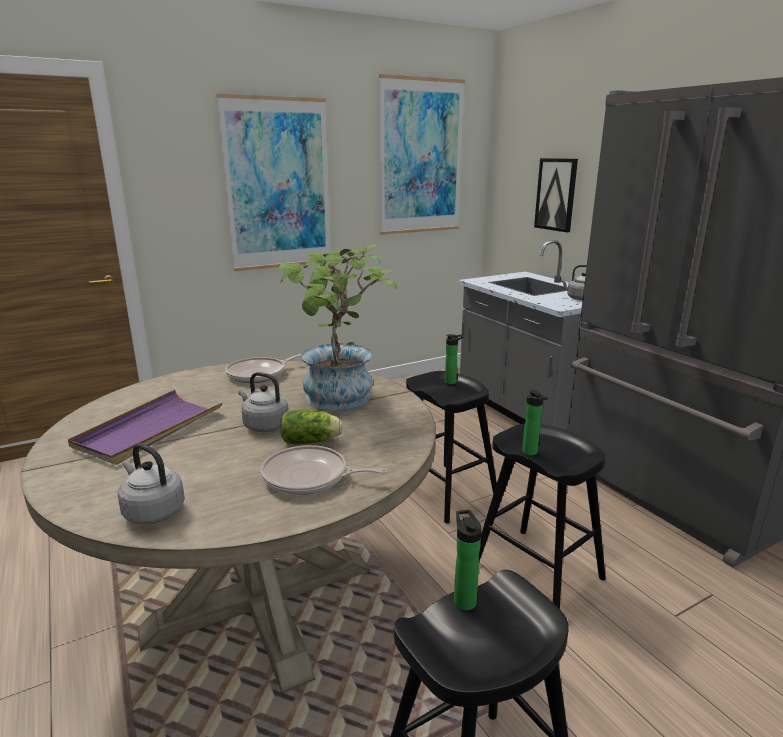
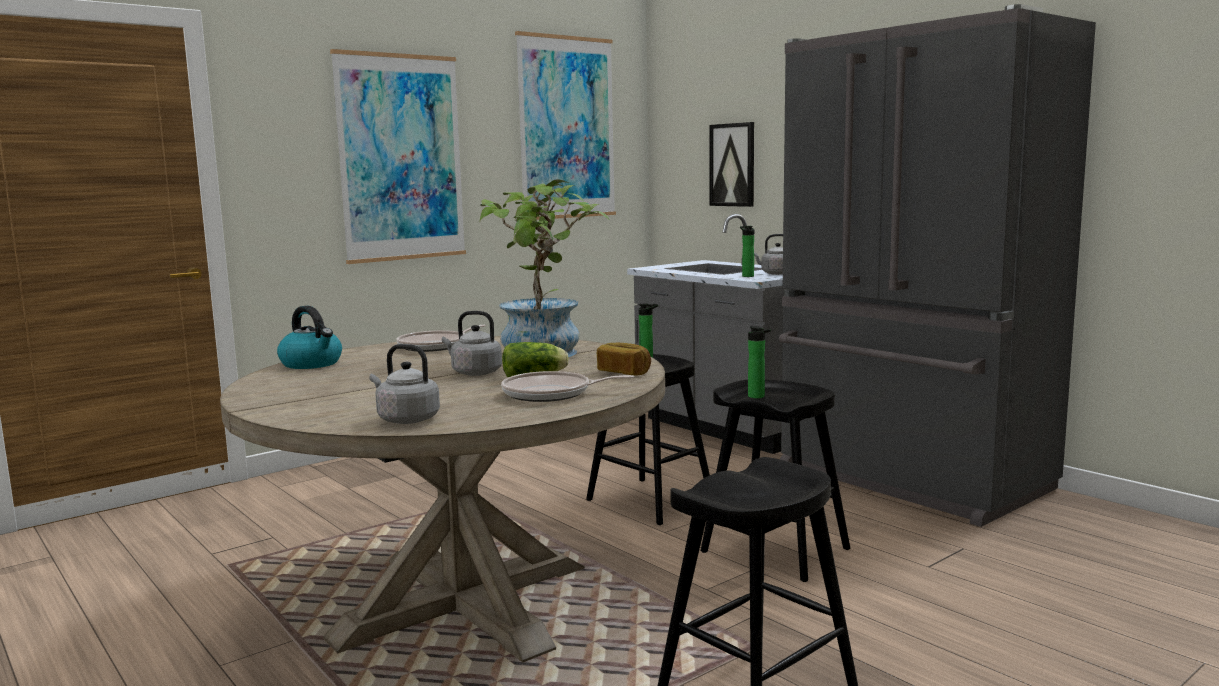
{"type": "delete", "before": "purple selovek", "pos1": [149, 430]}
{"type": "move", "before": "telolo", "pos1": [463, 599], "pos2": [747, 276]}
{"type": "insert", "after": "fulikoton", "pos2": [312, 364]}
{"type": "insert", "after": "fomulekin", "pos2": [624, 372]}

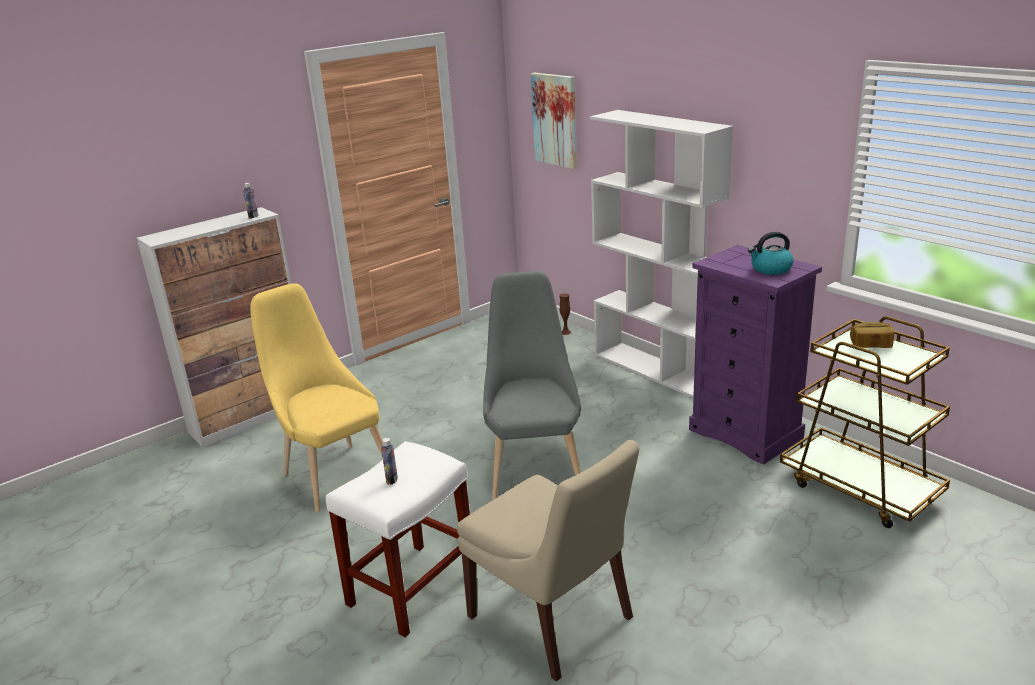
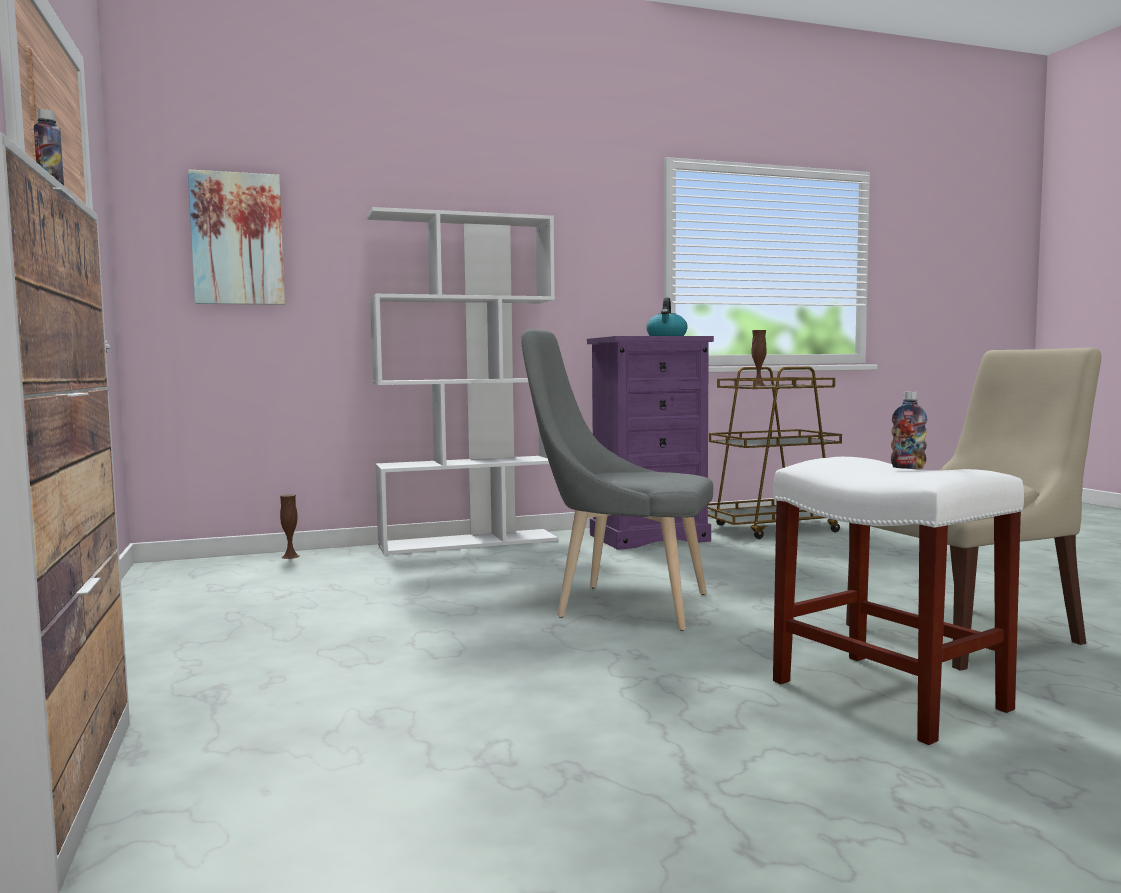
{"type": "delete", "before": "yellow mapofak", "pos1": [333, 473]}
{"type": "replace", "before": "fomulekin", "after": "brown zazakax", "pos1": [871, 345], "pos2": [758, 386]}

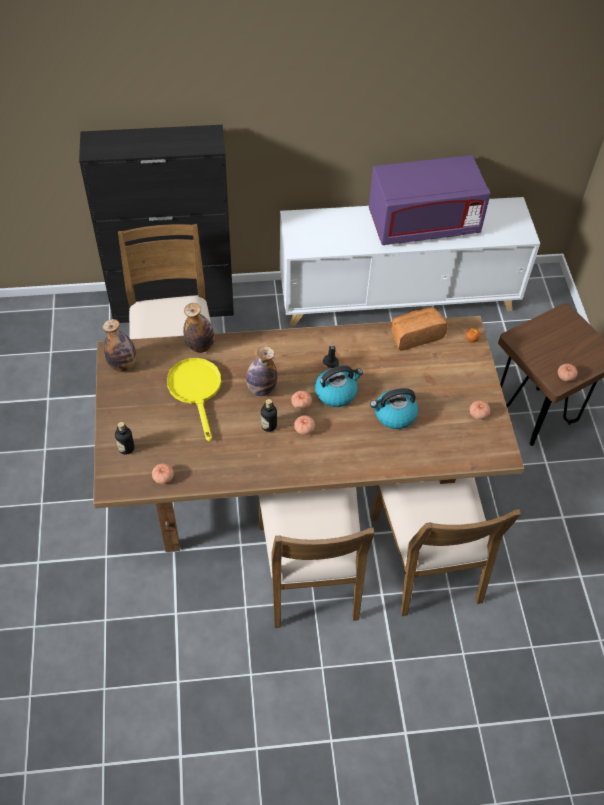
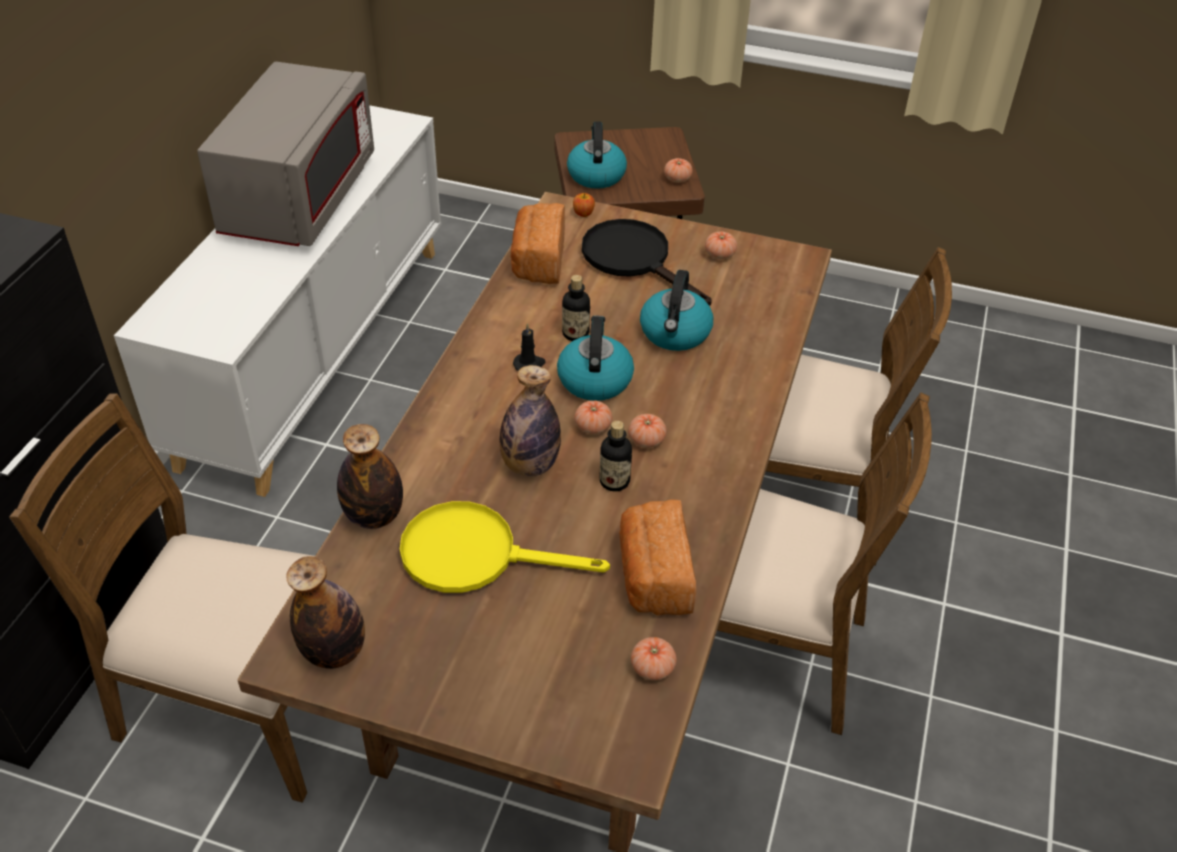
{"type": "recolor", "before": "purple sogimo", "after": "grey sogimo", "pos1": [423, 224], "pos2": [300, 198]}
{"type": "move", "before": "telolo", "pos1": [126, 448], "pos2": [575, 334]}
{"type": "insert", "after": "fulikoton", "pos2": [596, 175]}
{"type": "insert", "after": "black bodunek", "pos2": [635, 260]}
{"type": "insert", "after": "fomulekin", "pos2": [653, 576]}

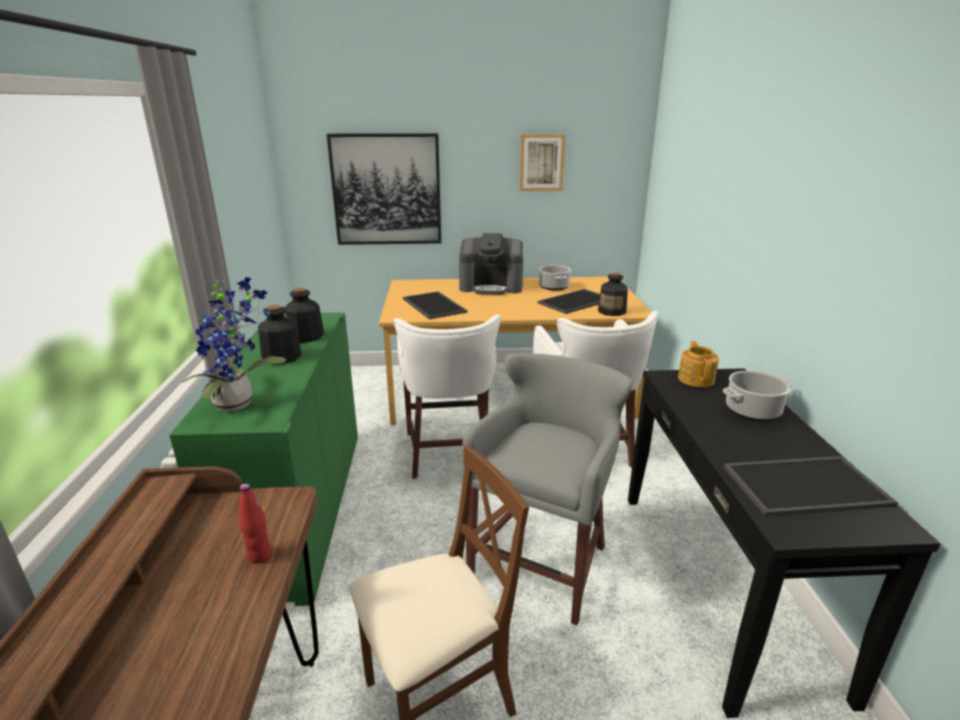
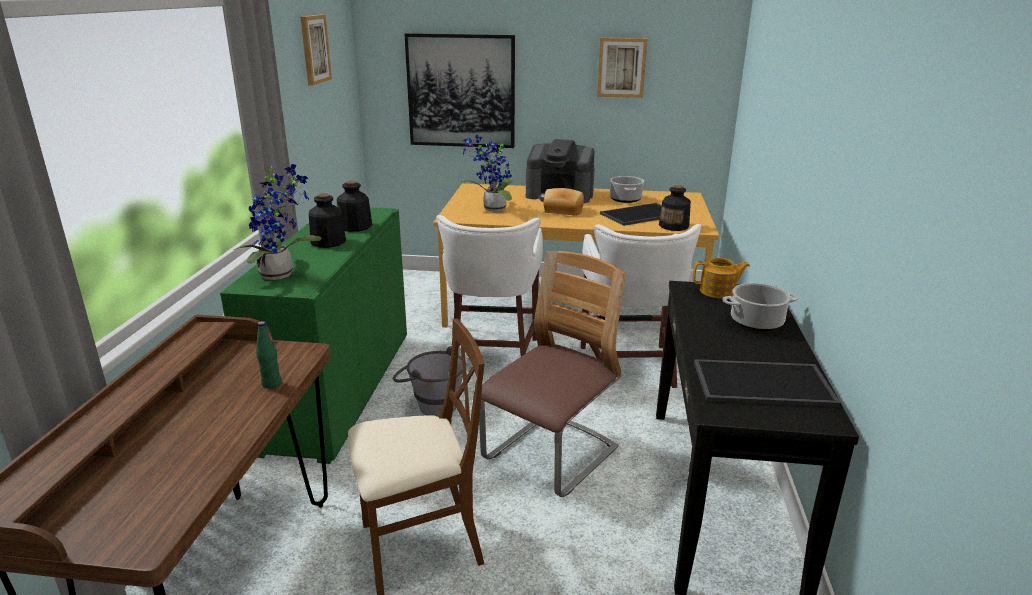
{"type": "replace", "before": "selovek", "after": "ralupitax", "pos1": [432, 305], "pos2": [492, 209]}
{"type": "rotate", "before": "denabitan", "pos1": [696, 379], "pos2": [718, 291], "turn": 75}
{"type": "replace", "before": "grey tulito", "after": "mapofak", "pos1": [543, 561], "pos2": [550, 456]}
{"type": "recolor", "before": "red telolo", "after": "green telolo", "pos1": [259, 555], "pos2": [271, 384]}
{"type": "insert", "after": "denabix", "pos2": [314, 49]}
{"type": "insert", "after": "fomulekin", "pos2": [563, 211]}
{"type": "insert", "after": "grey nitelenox", "pos2": [431, 404]}

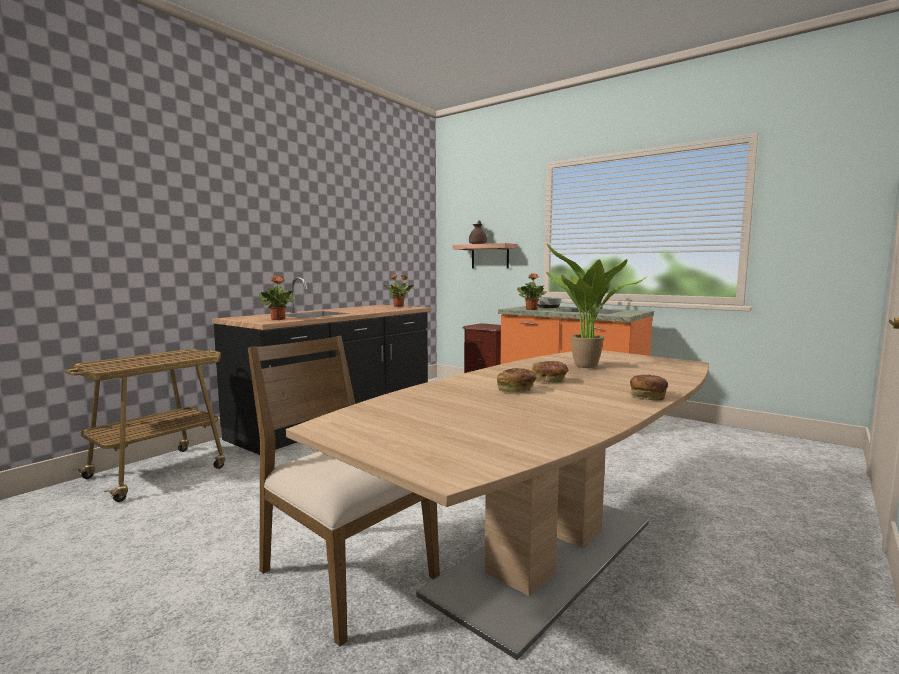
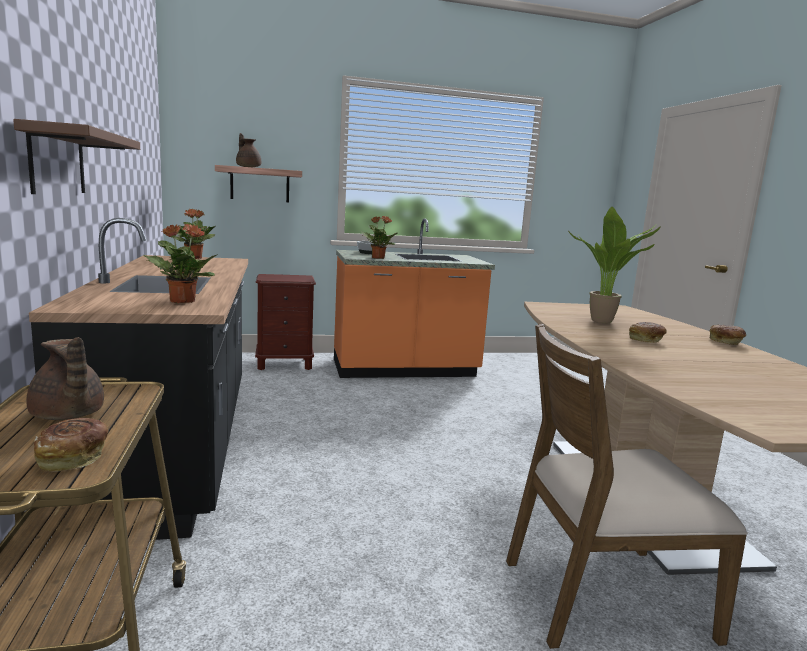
{"type": "move", "before": "fomulekin", "pos1": [516, 390], "pos2": [73, 458]}
{"type": "insert", "after": "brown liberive", "pos2": [57, 161]}
{"type": "insert", "after": "brown denabitan", "pos2": [67, 415]}

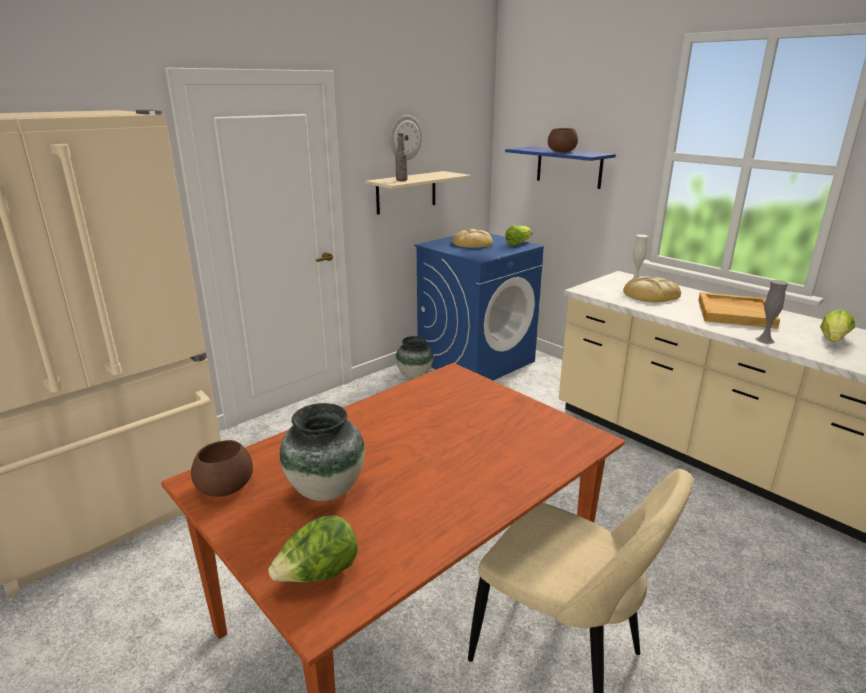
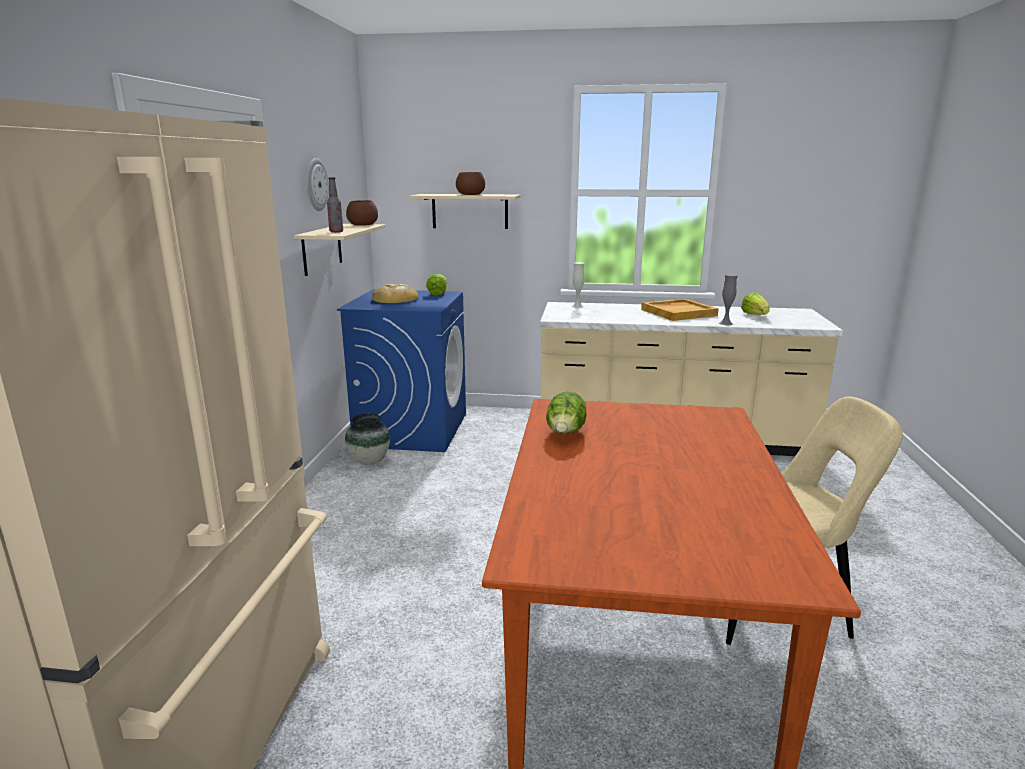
{"type": "recolor", "before": "blue liberive", "after": "beige liberive", "pos1": [569, 167], "pos2": [470, 211]}
{"type": "delete", "before": "fomulekin", "pos1": [650, 294]}
{"type": "delete", "before": "zazakax", "pos1": [326, 490]}
{"type": "move", "before": "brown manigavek", "pos1": [226, 486], "pos2": [363, 225]}
{"type": "move", "before": "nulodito", "pos1": [318, 575], "pos2": [565, 434]}

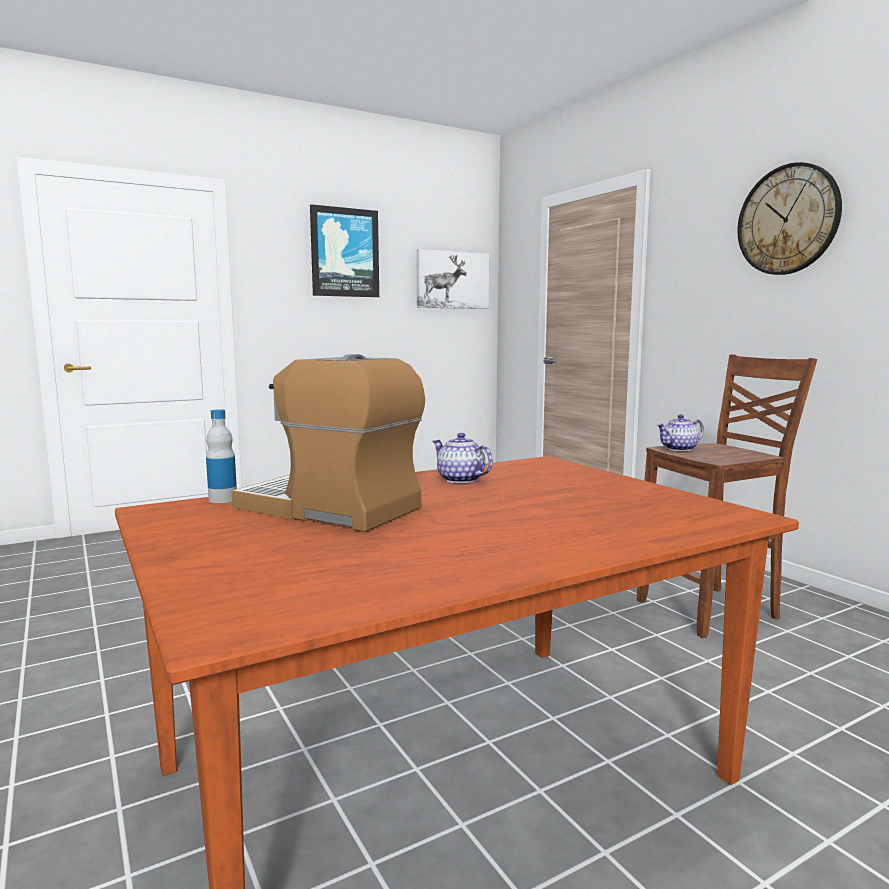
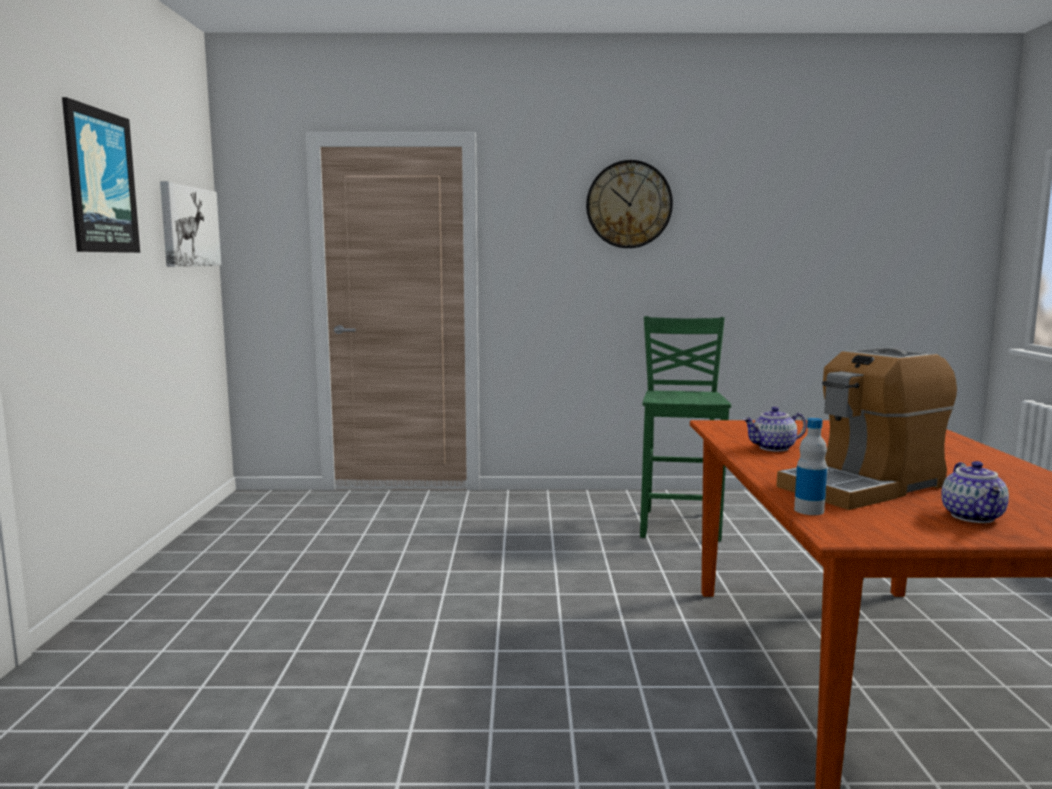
{"type": "recolor", "before": "brown tulito", "after": "green tulito", "pos1": [711, 610], "pos2": [679, 524]}
{"type": "move", "before": "denabitan", "pos1": [679, 449], "pos2": [974, 517]}

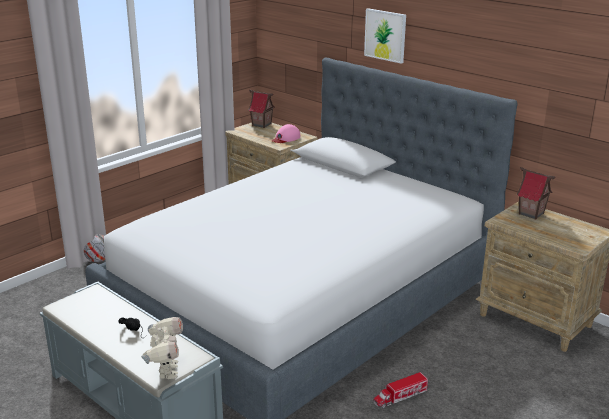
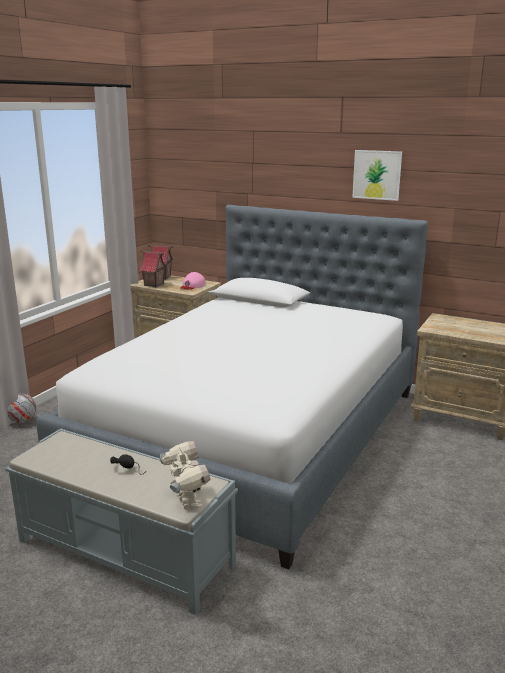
{"type": "move", "before": "denabix", "pos1": [385, 35], "pos2": [377, 175]}
{"type": "move", "before": "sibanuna", "pos1": [531, 214], "pos2": [154, 285]}
{"type": "delete", "before": "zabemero", "pos1": [400, 397]}

